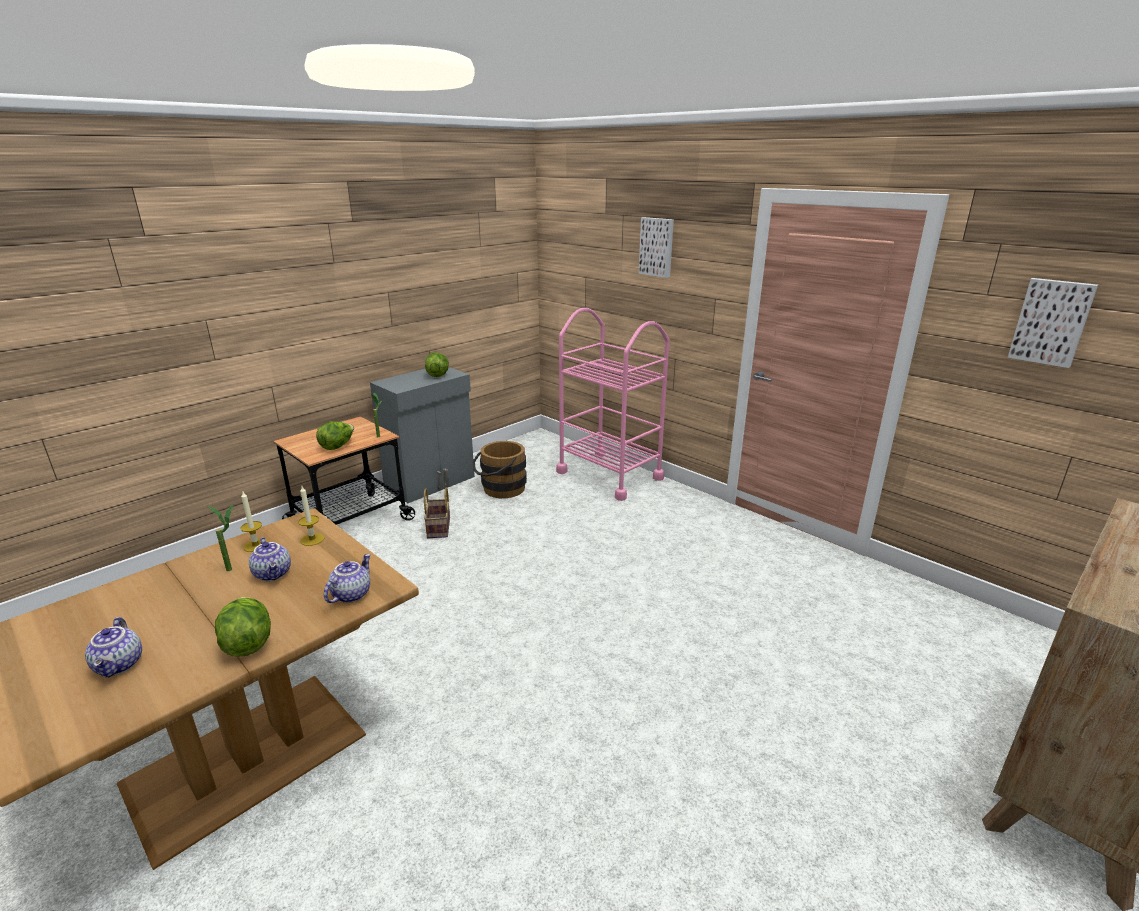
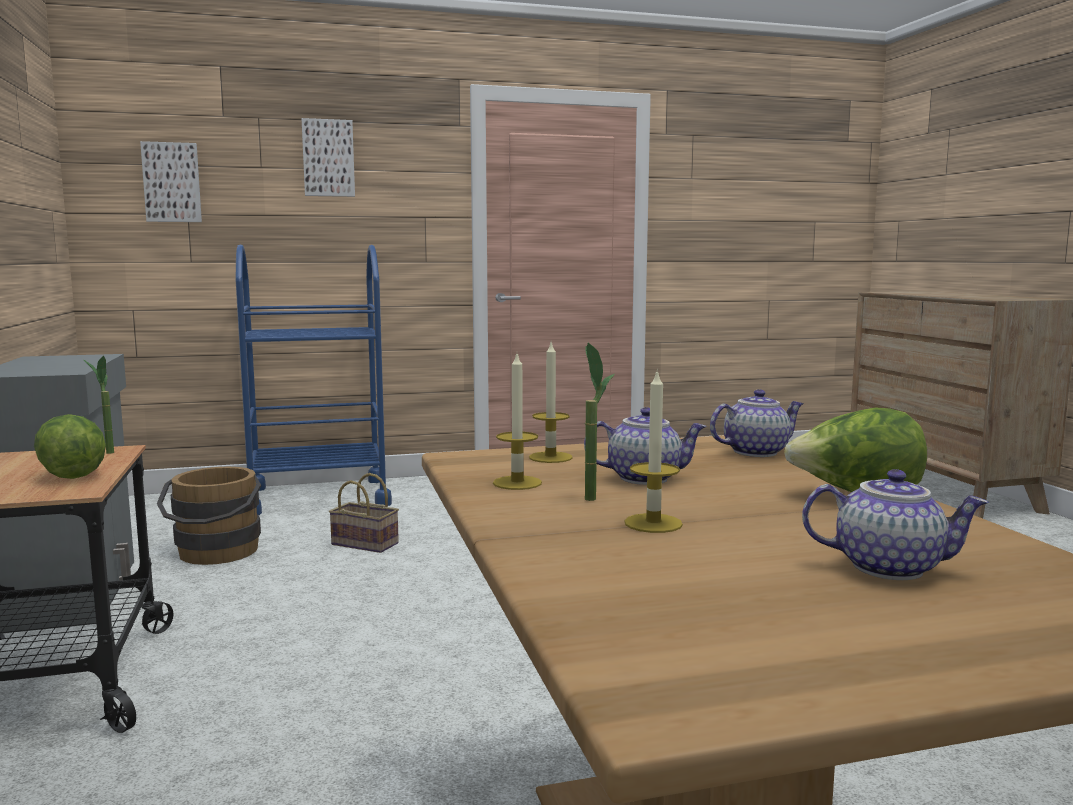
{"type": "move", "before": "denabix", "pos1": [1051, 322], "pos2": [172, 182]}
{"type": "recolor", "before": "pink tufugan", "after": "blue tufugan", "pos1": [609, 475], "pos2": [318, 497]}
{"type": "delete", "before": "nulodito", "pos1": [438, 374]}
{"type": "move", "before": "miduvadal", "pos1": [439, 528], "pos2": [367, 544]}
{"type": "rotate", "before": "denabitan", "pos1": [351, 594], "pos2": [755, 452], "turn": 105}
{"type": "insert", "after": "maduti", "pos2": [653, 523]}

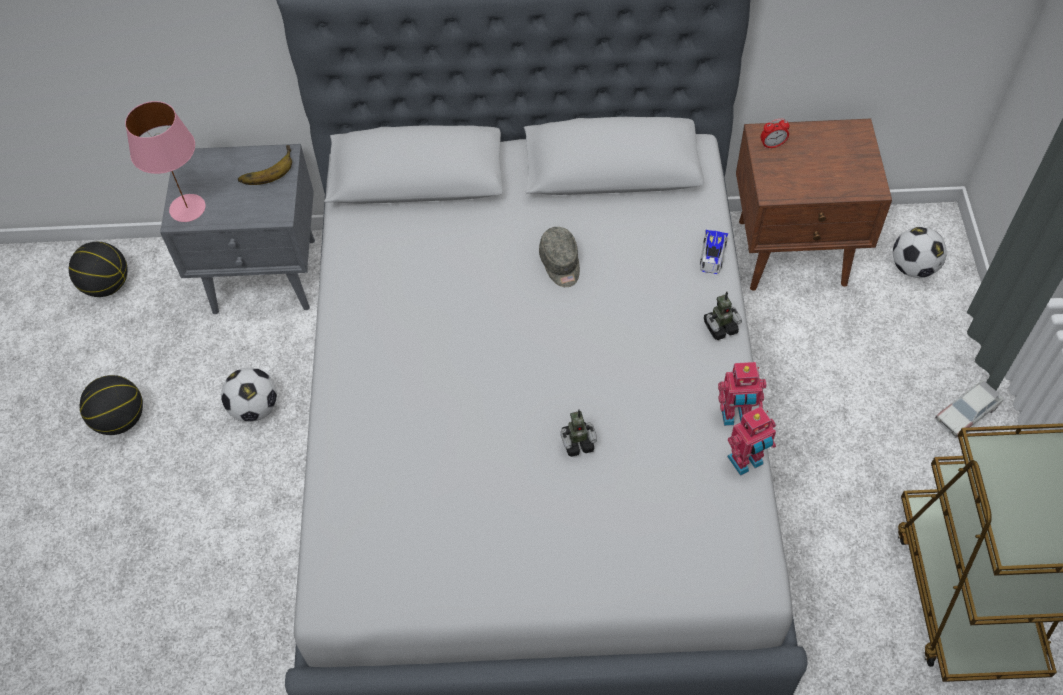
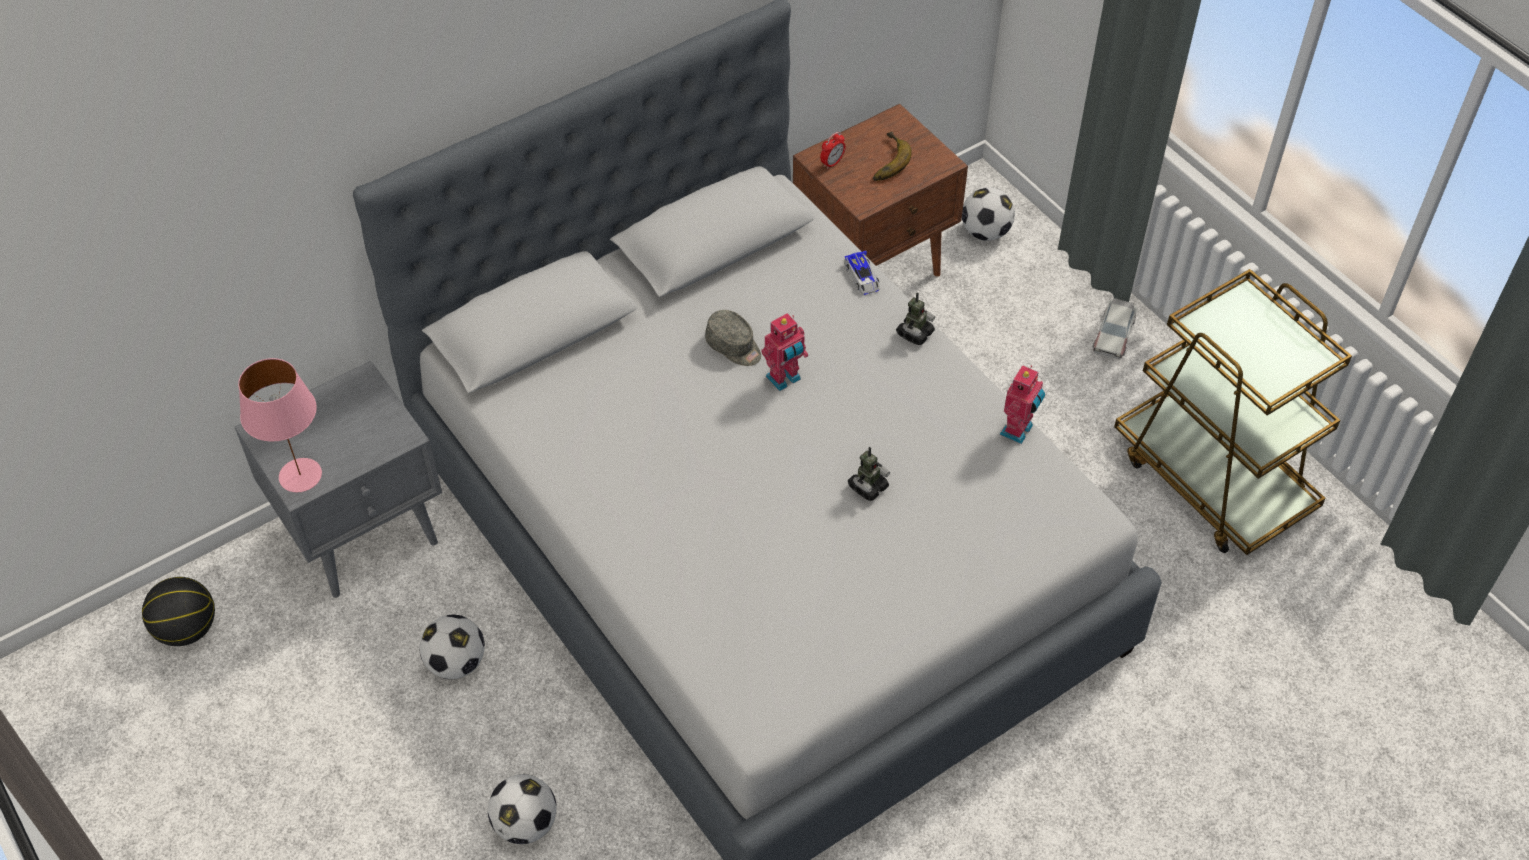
{"type": "move", "before": "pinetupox", "pos1": [266, 168], "pos2": [885, 161]}
{"type": "move", "before": "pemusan", "pos1": [736, 416], "pos2": [784, 379]}
{"type": "delete", "before": "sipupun", "pos1": [121, 419]}
{"type": "insert", "after": "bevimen", "pos2": [525, 824]}

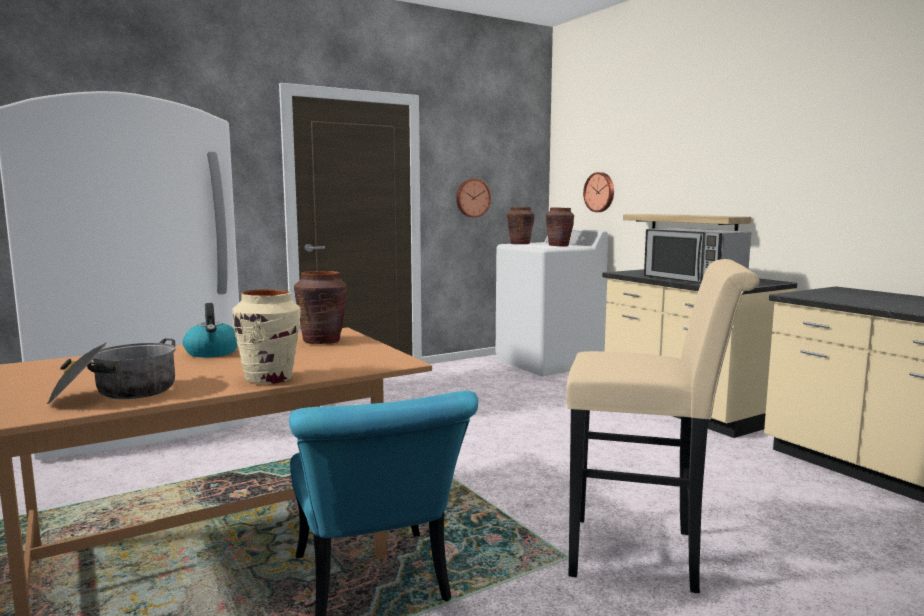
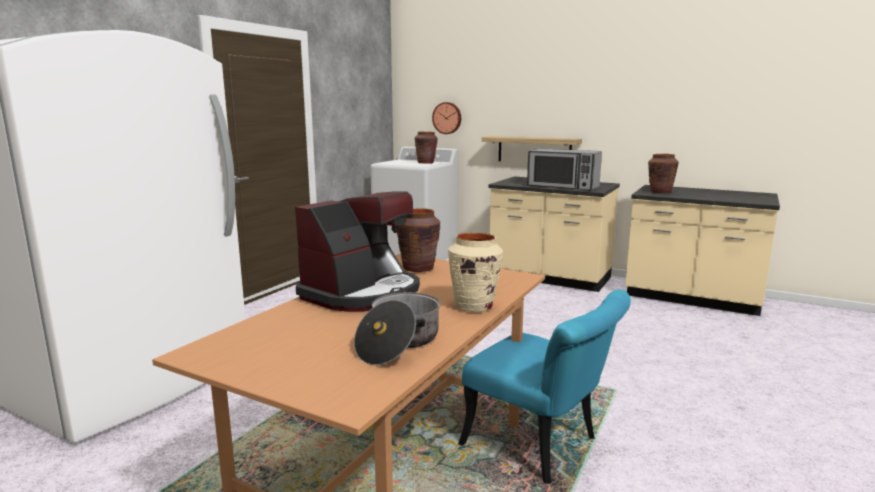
{"type": "delete", "before": "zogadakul", "pos1": [472, 198]}
{"type": "move", "before": "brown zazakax", "pos1": [520, 244], "pos2": [660, 192]}
{"type": "delete", "before": "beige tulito", "pos1": [645, 554]}
{"type": "replace", "before": "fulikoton", "after": "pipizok", "pos1": [212, 353], "pos2": [362, 293]}

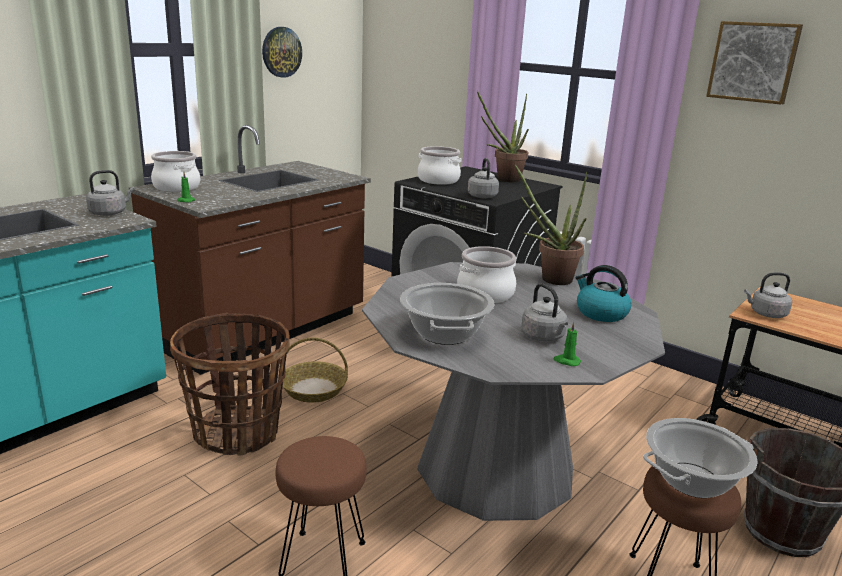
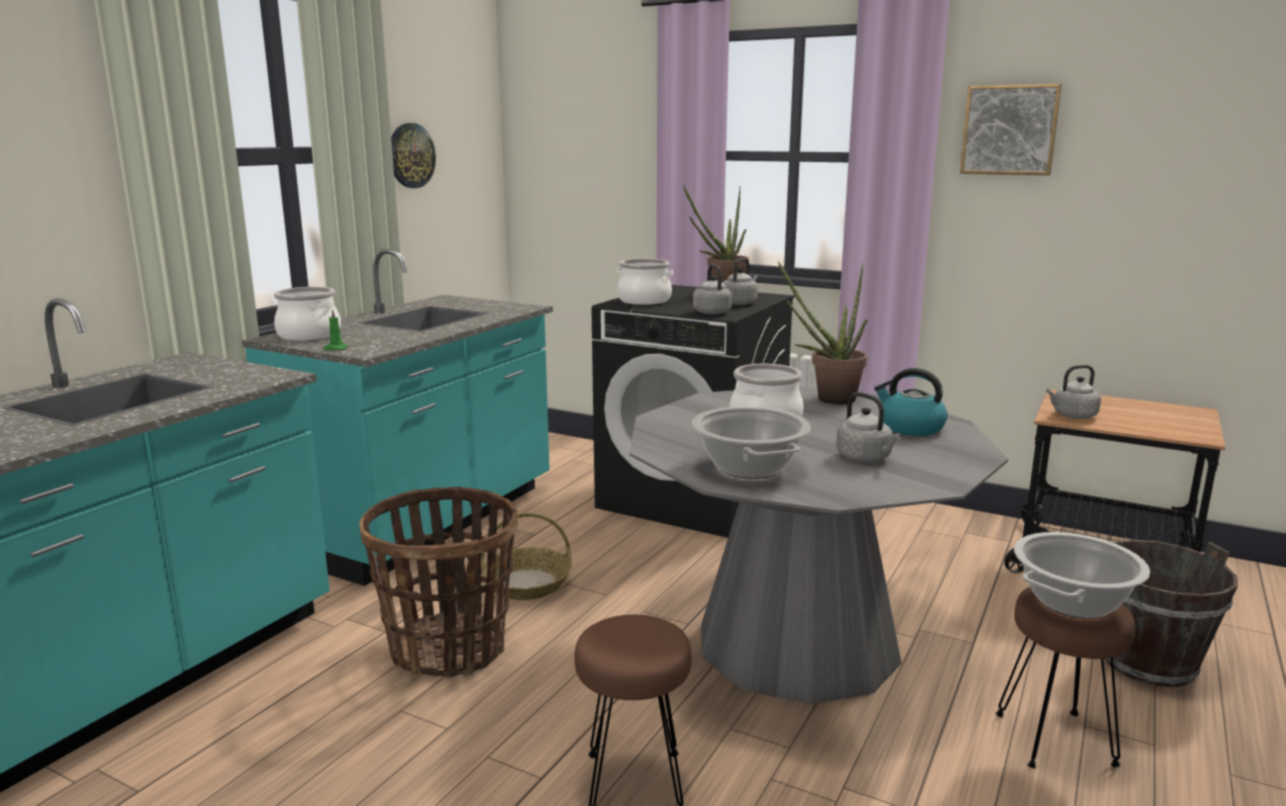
{"type": "recolor", "before": "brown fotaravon", "after": "turquoise fotaravon", "pos1": [263, 331], "pos2": [426, 522]}
{"type": "move", "before": "grey fulikoton", "pos1": [110, 213], "pos2": [740, 303]}
{"type": "delete", "before": "green maduti", "pos1": [566, 361]}

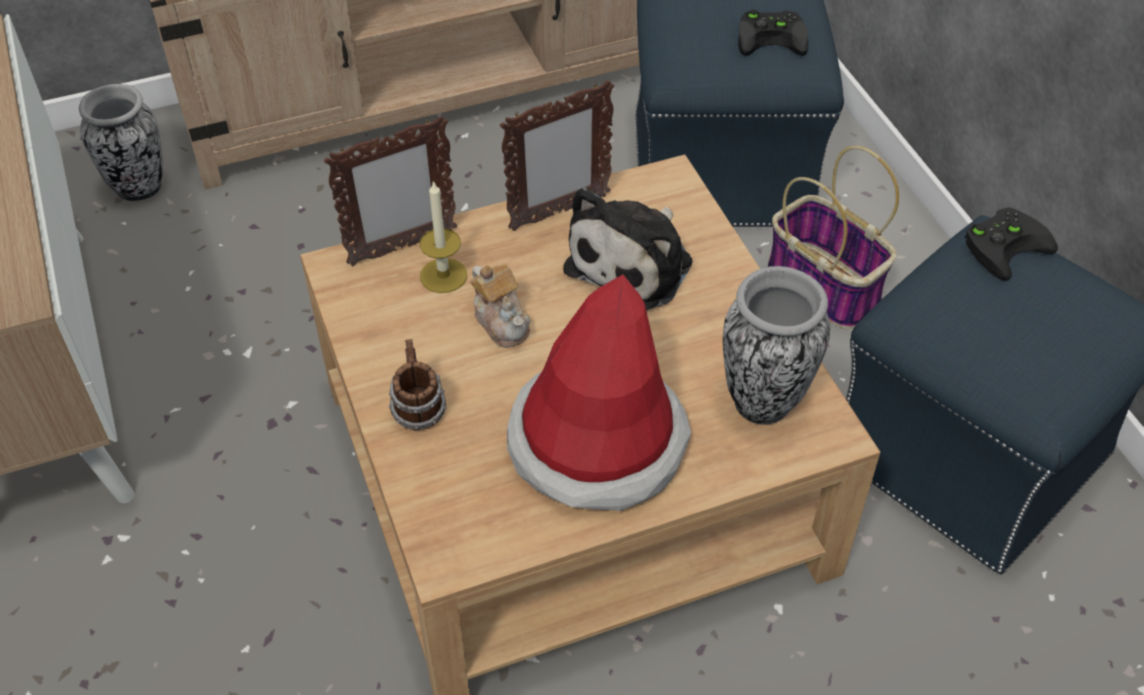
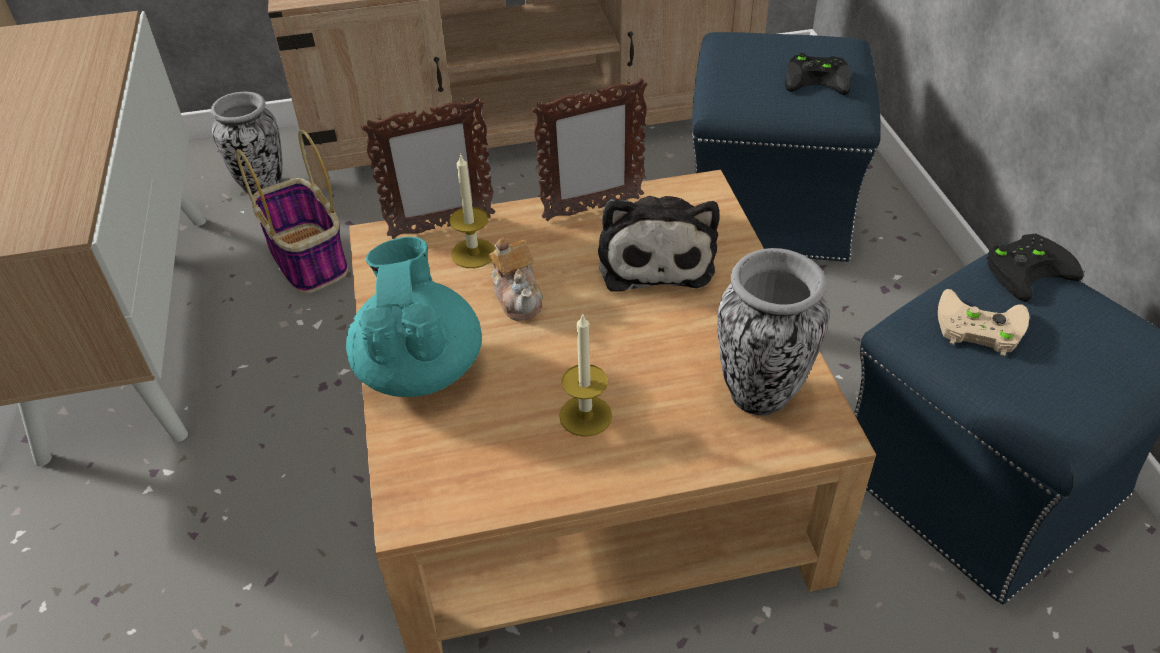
{"type": "move", "before": "miduvadal", "pos1": [825, 287], "pos2": [309, 259]}
{"type": "rotate", "before": "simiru", "pos1": [634, 263], "pos2": [655, 257], "turn": -45}
{"type": "replace", "before": "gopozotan", "after": "maduti", "pos1": [597, 442], "pos2": [585, 415]}
{"type": "replace", "before": "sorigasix", "after": "turquoise denabitan", "pos1": [417, 409], "pos2": [419, 367]}
{"type": "insert", "after": "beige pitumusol", "pos2": [976, 327]}

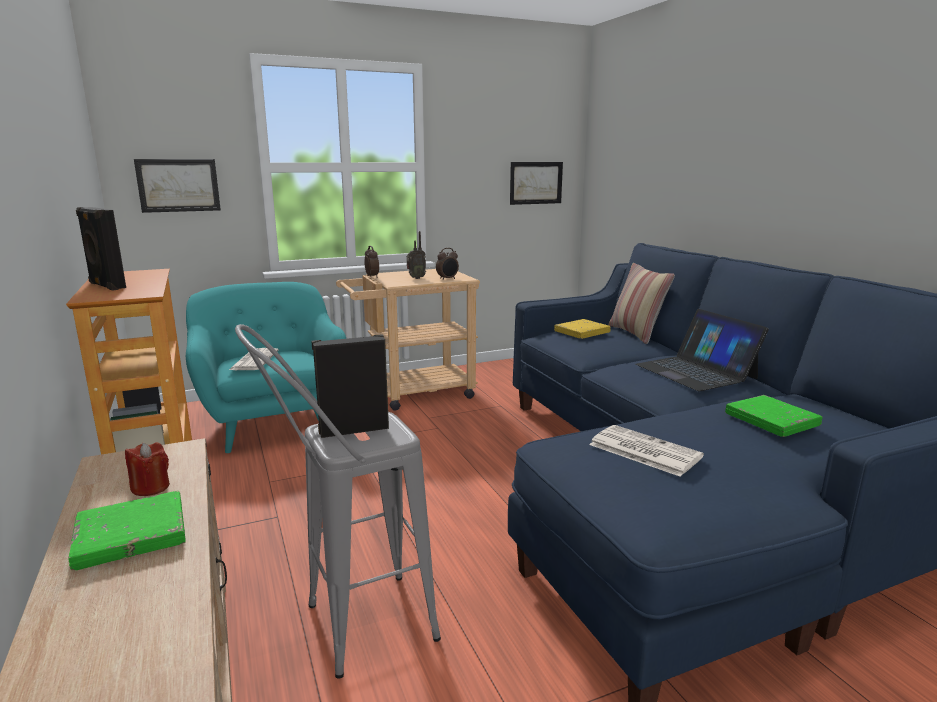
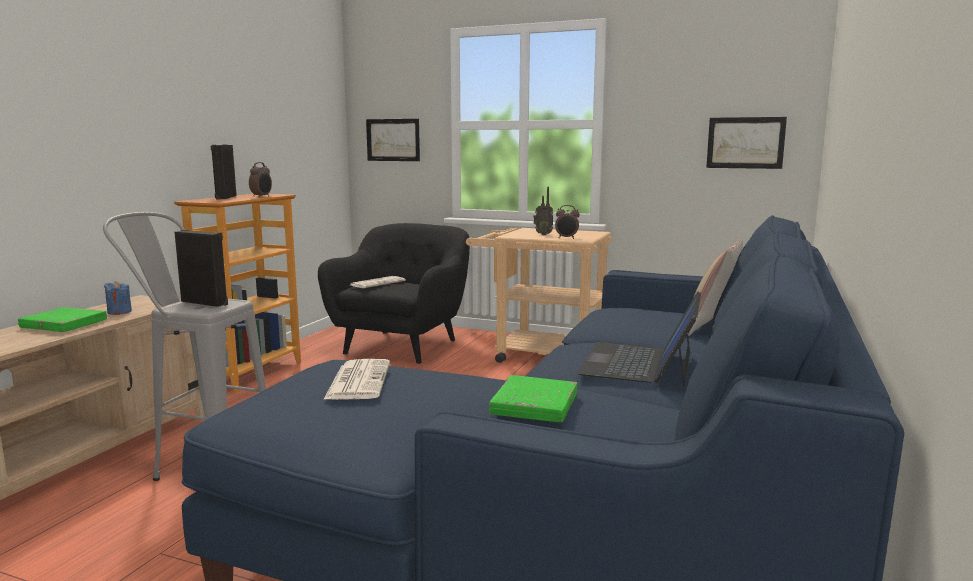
{"type": "move", "before": "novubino", "pos1": [372, 276], "pos2": [262, 196]}
{"type": "recolor", "before": "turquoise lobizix", "after": "black lobizix", "pos1": [272, 423], "pos2": [403, 345]}
{"type": "delete", "before": "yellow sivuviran", "pos1": [582, 332]}
{"type": "recolor", "before": "red maduti", "after": "blue maduti", "pos1": [151, 487], "pos2": [119, 312]}

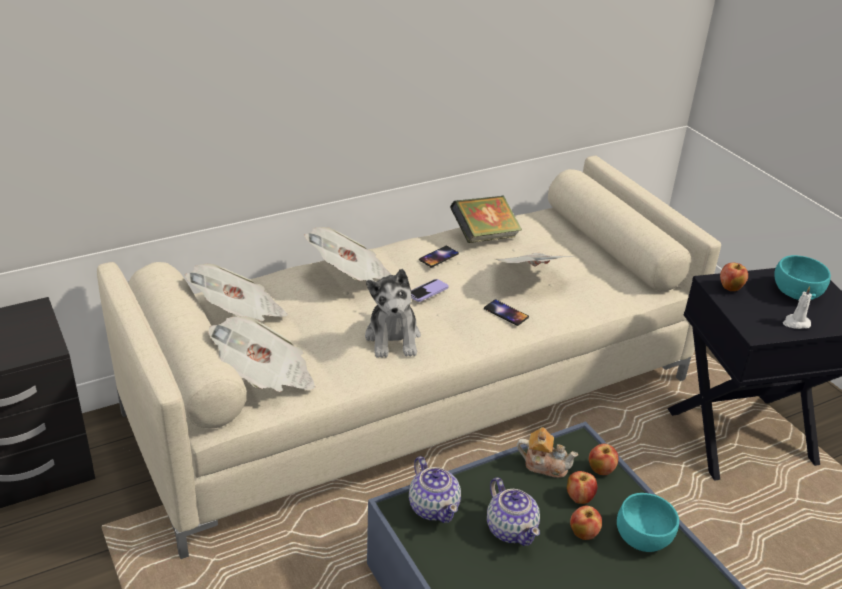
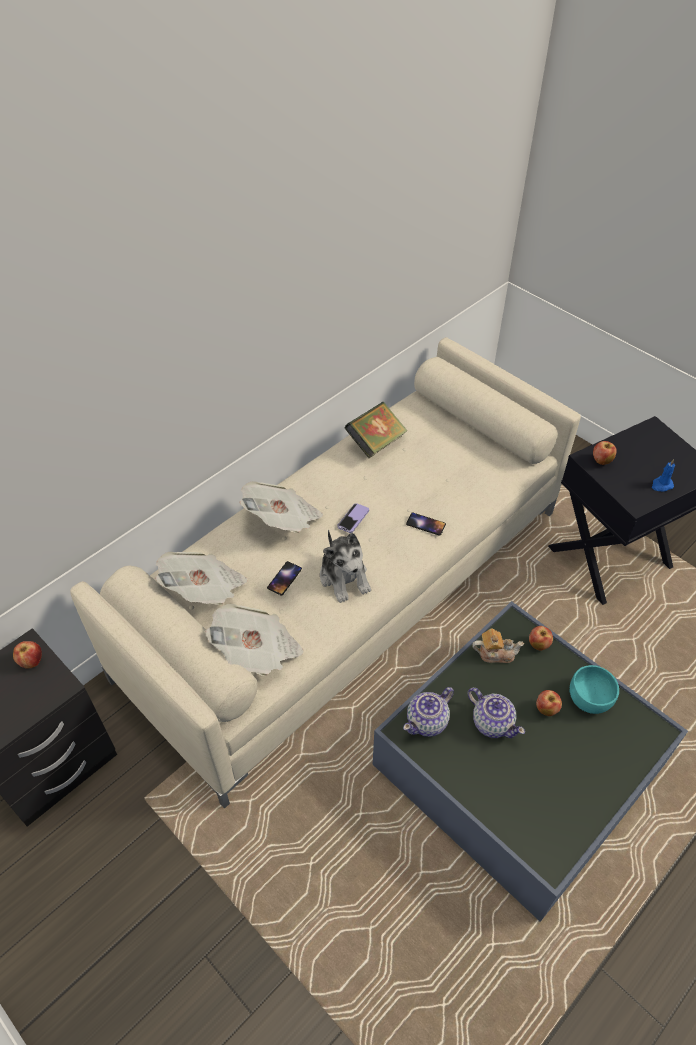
{"type": "move", "before": "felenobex", "pos1": [439, 257], "pos2": [284, 578]}
{"type": "delete", "before": "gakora", "pos1": [531, 277]}
{"type": "delete", "before": "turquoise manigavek", "pos1": [796, 292]}
{"type": "recolor", "before": "white maduti", "after": "blue maduti", "pos1": [796, 323], "pos2": [661, 485]}
{"type": "rotate", "before": "denabitan", "pos1": [434, 507], "pos2": [427, 721], "turn": 90}
{"type": "move", "before": "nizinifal", "pos1": [579, 498], "pos2": [31, 661]}

